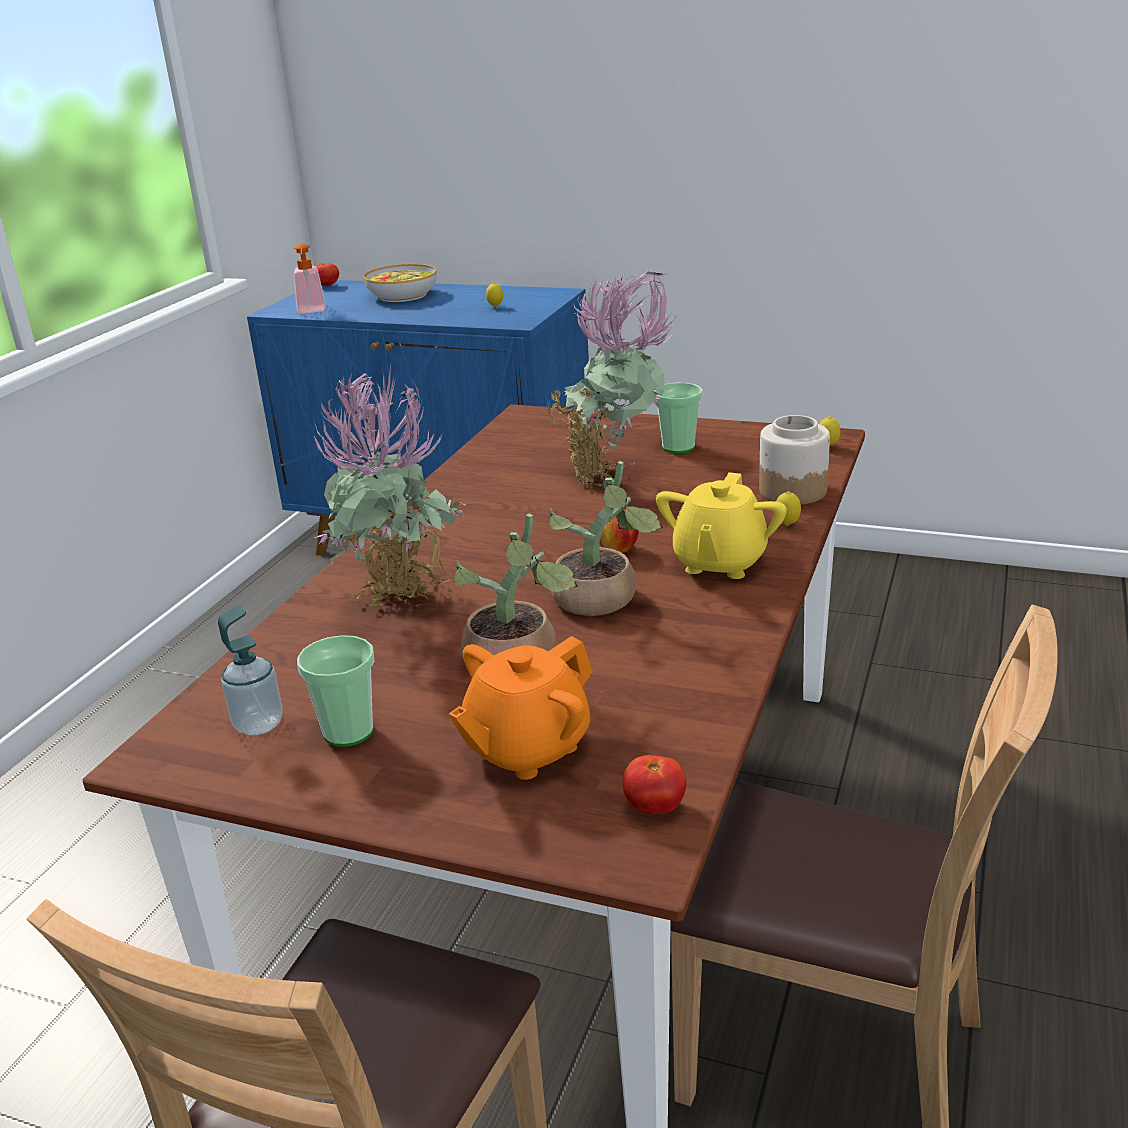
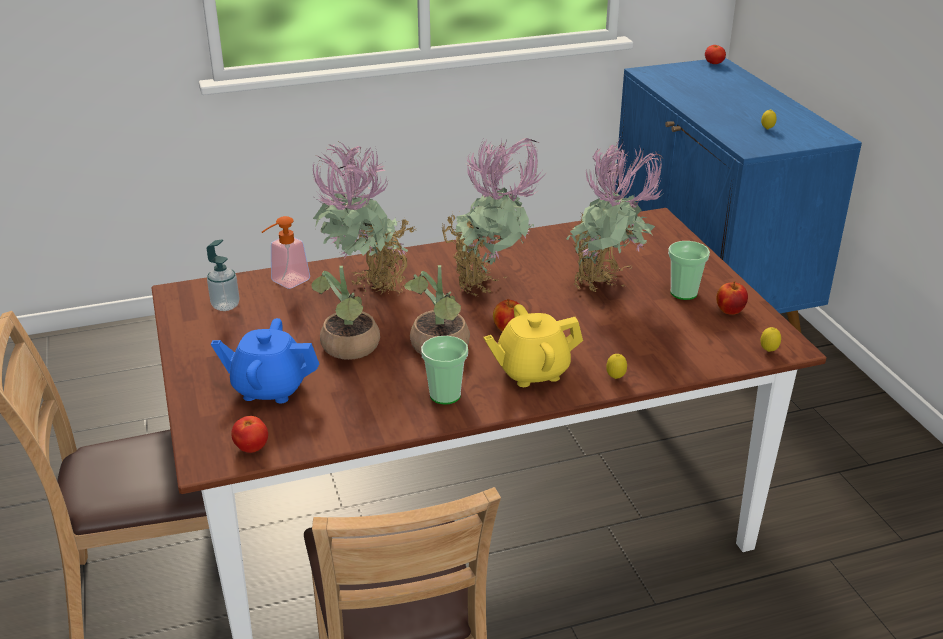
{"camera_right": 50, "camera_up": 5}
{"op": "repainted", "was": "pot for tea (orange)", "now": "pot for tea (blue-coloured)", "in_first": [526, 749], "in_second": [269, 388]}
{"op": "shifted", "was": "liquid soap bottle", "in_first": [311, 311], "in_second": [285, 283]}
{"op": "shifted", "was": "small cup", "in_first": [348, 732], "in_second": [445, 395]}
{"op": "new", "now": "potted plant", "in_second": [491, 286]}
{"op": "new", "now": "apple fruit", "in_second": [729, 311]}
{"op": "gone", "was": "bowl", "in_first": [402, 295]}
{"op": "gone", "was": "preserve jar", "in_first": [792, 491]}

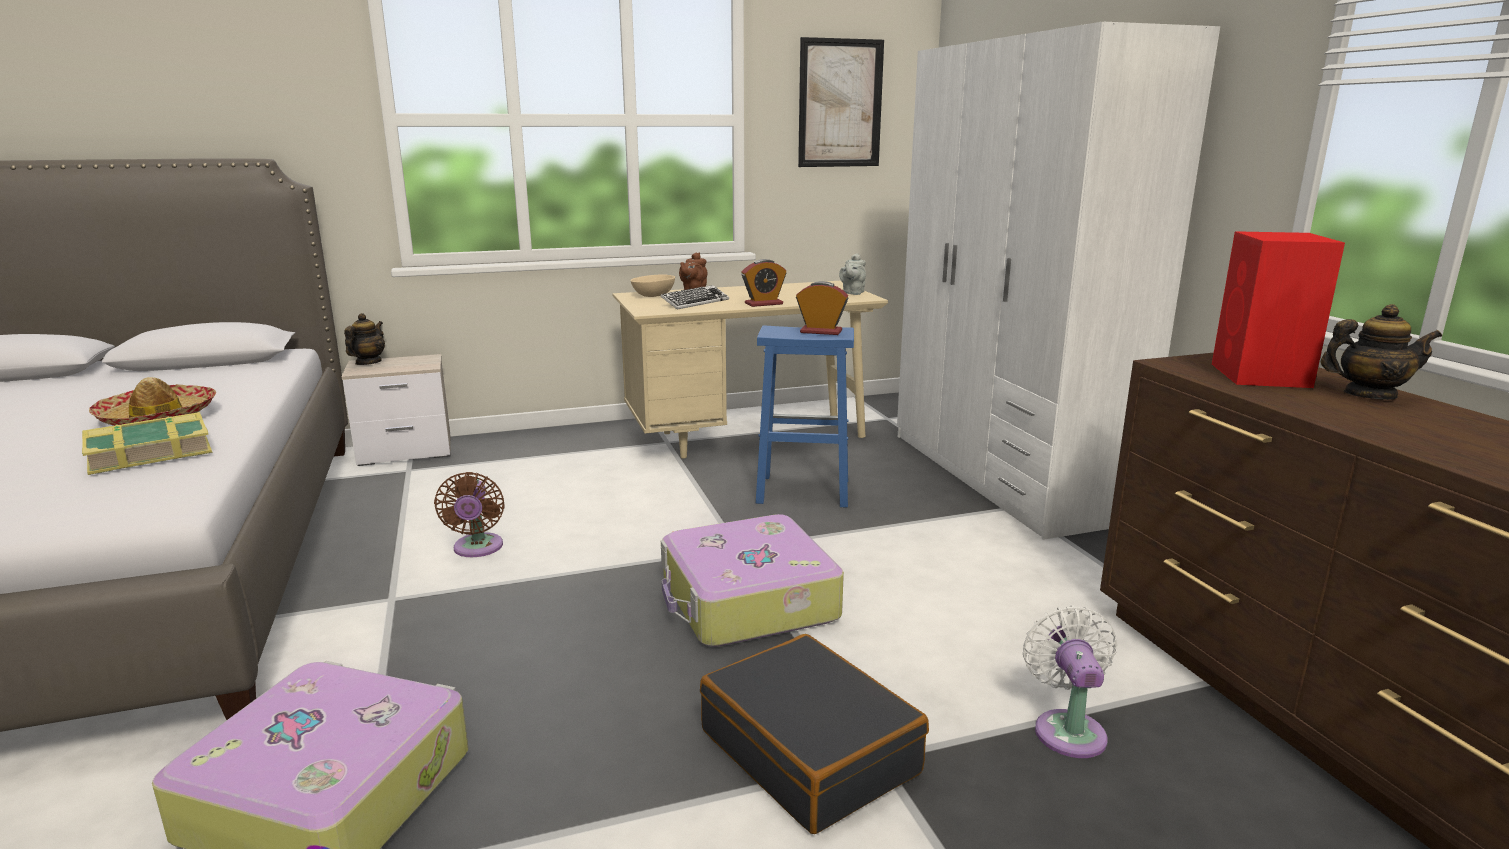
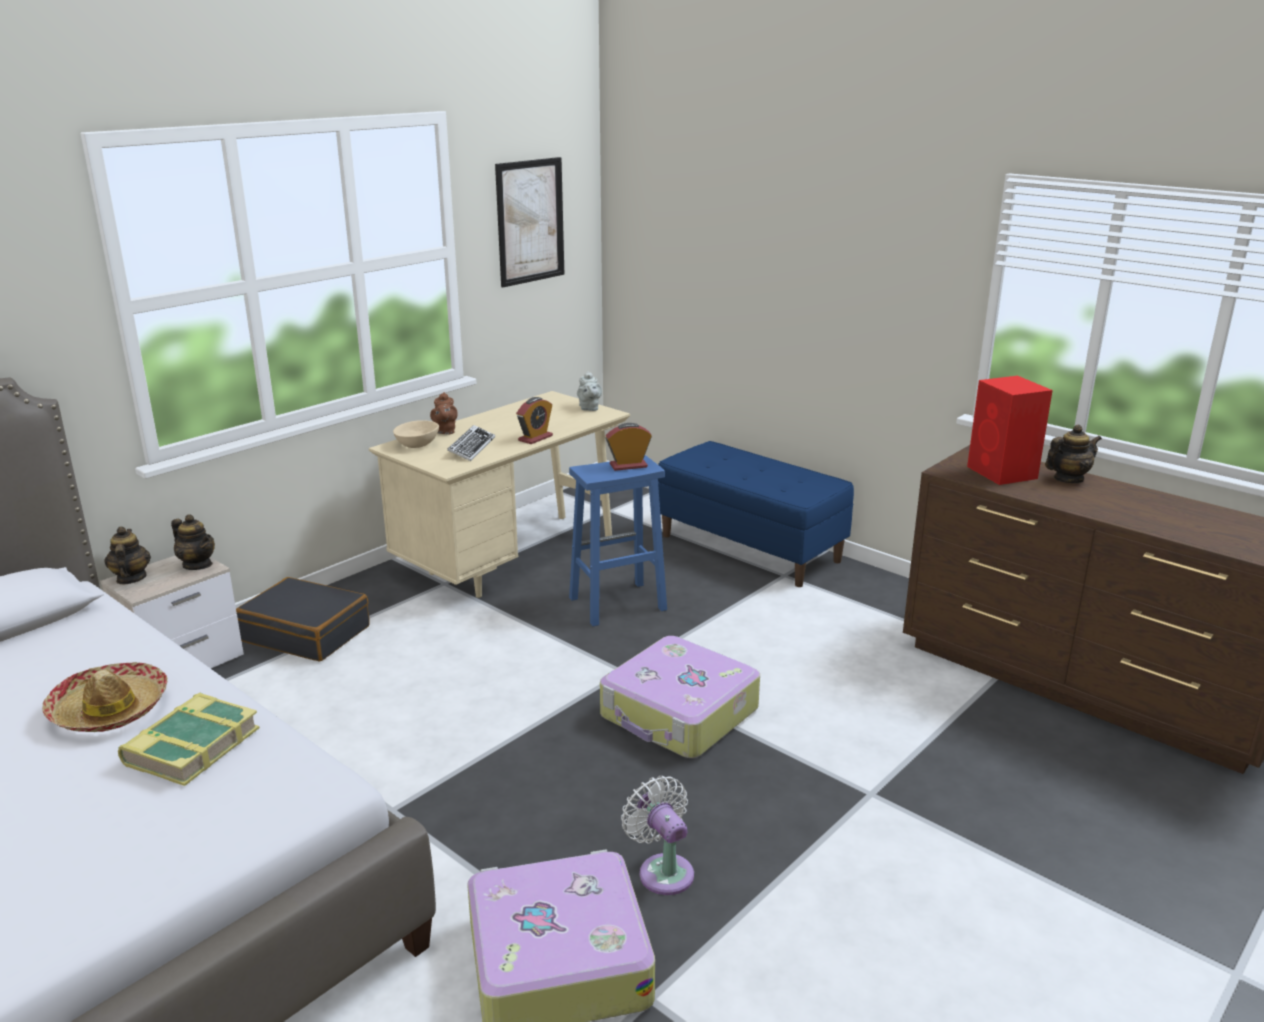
{"camera_right": -30, "camera_up": 5}
{"op": "new", "now": "pot for tea", "in_second": [197, 565]}
{"op": "shifted", "was": "piece of luggage (black)", "in_first": [810, 751], "in_second": [306, 633]}
{"op": "shifted", "was": "fan (white)", "in_first": [1067, 729], "in_second": [663, 870]}
{"op": "swapped", "was": "clothes cupboard (white)", "now": "indoor bench (blue-coloured)", "in_first": [1004, 475], "in_second": [750, 548]}
{"op": "gone", "was": "fan (brownish)", "in_first": [477, 549]}

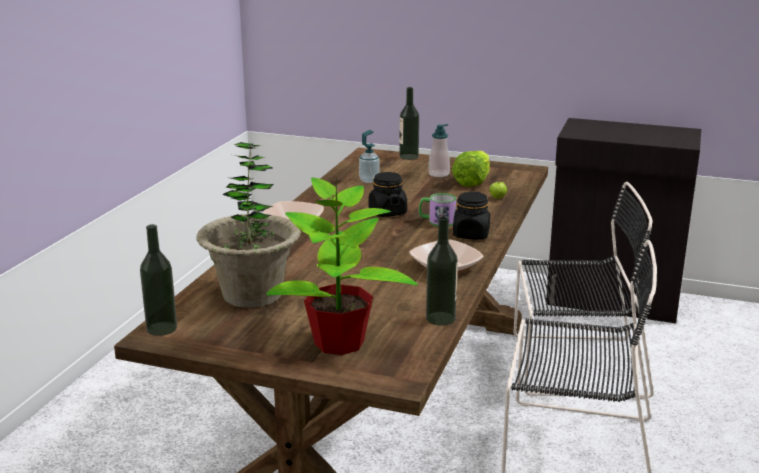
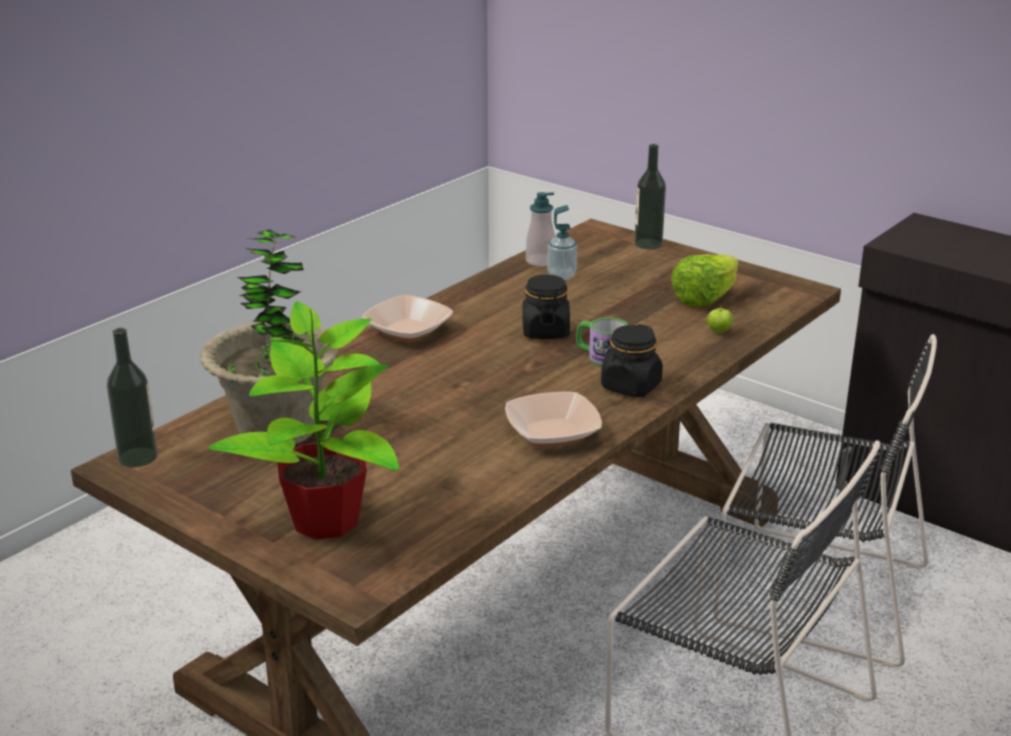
{"camera_right": 20, "camera_up": 5}
{"op": "shifted", "was": "liquid soap bottle", "in_first": [439, 174], "in_second": [540, 261]}
{"op": "gone", "was": "beverage bottle", "in_first": [440, 318]}

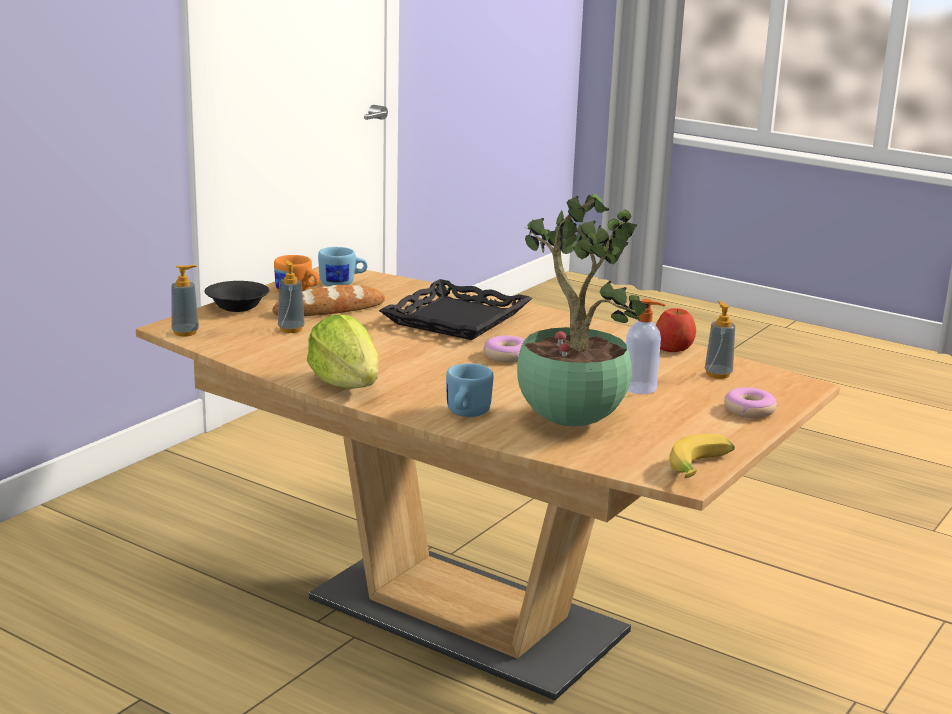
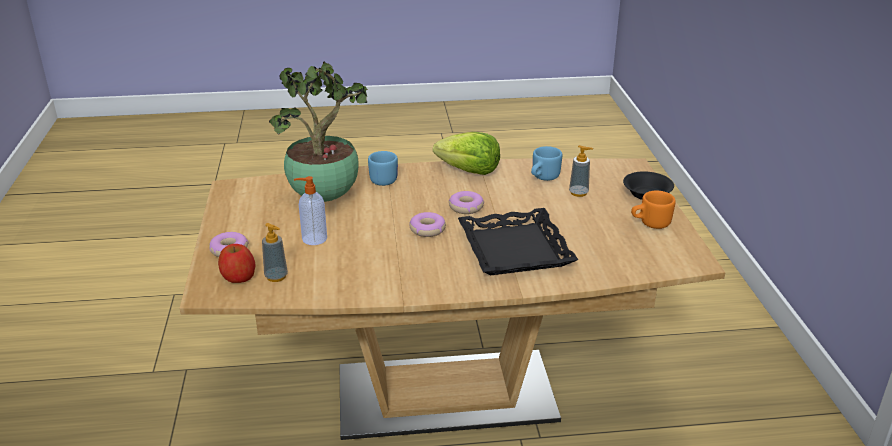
{"camera_right": 140, "camera_up": 10}
{"op": "shifted", "was": "apple fruit", "in_first": [673, 348], "in_second": [238, 276]}
{"op": "new", "now": "ring doughnut", "in_second": [466, 207]}
{"op": "shifted", "was": "coffee mug (blue-coloured)", "in_first": [342, 284], "in_second": [542, 178]}
{"op": "gone", "was": "liquid soap bottle", "in_first": [185, 332]}
{"op": "gone", "was": "bread", "in_first": [329, 309]}
{"op": "gone", "was": "banana fruit", "in_first": [702, 469]}

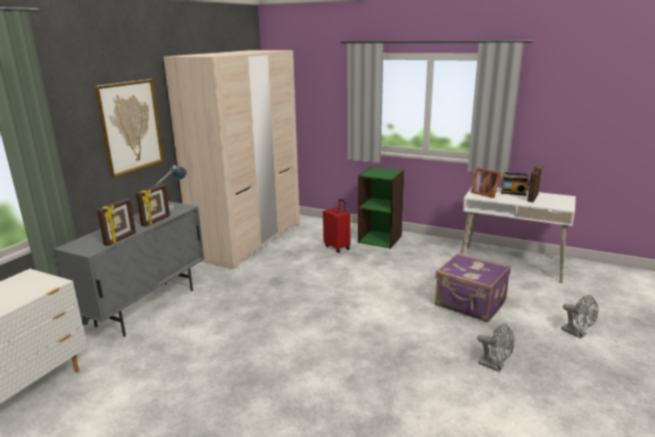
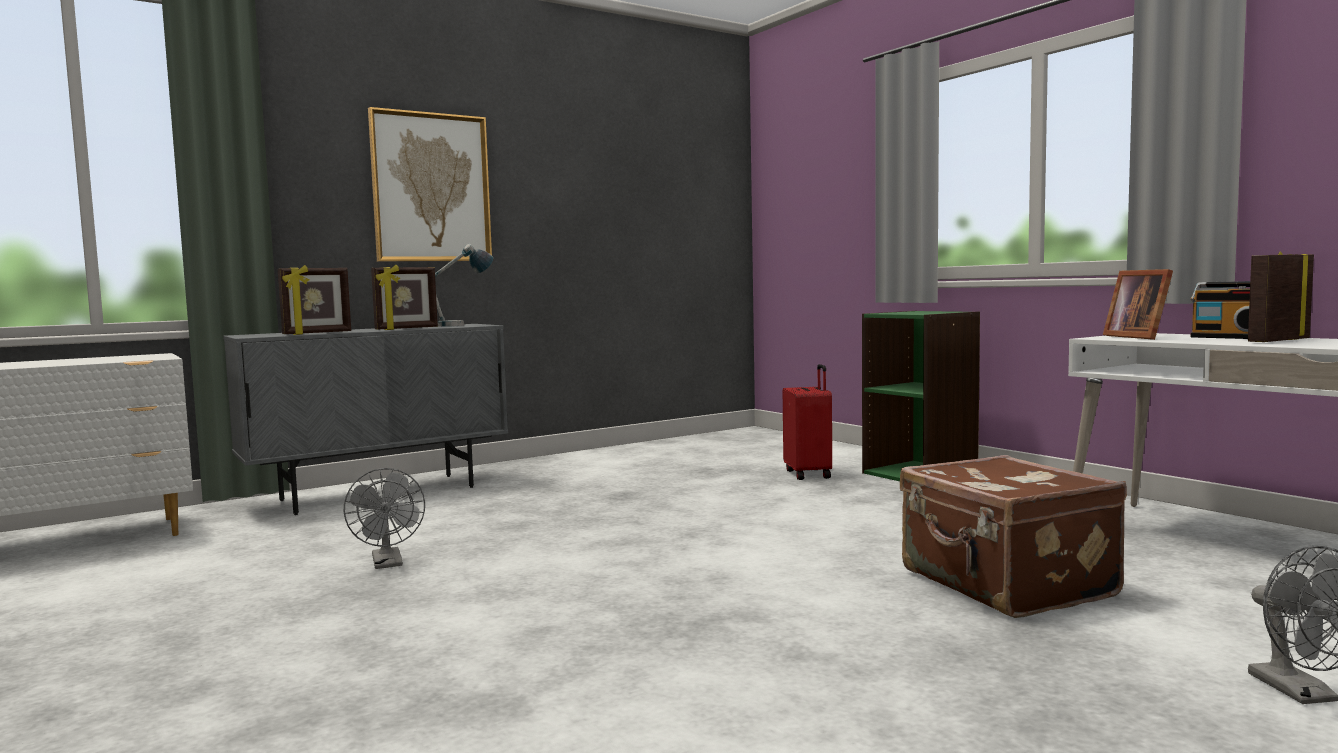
{"camera_right": 30, "camera_up": -15}
{"op": "shifted", "was": "fan (grey)", "in_first": [494, 366], "in_second": [388, 564]}
{"op": "repainted", "was": "piece of luggage (purple)", "now": "piece of luggage (brownish)", "in_first": [470, 304], "in_second": [1005, 584]}
{"op": "gone", "was": "clothes cupboard (sand-coloured)", "in_first": [249, 240]}

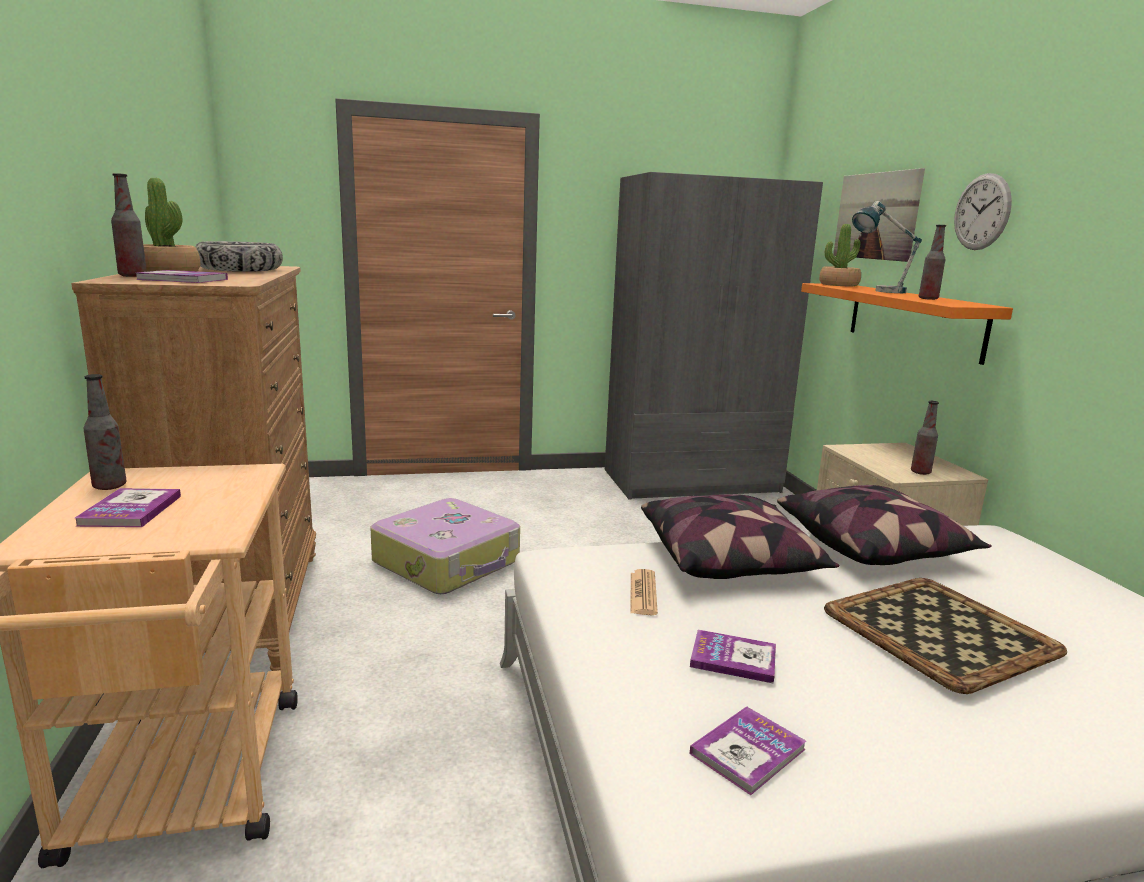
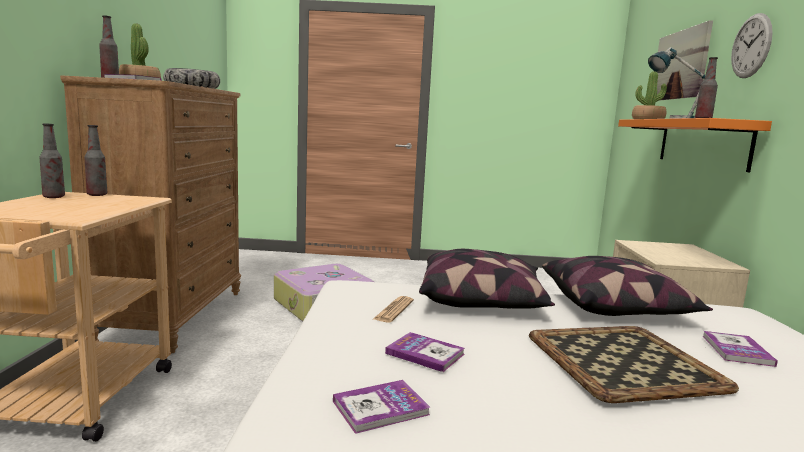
{"camera_right": 15, "camera_up": -5}
{"op": "shifted", "was": "beverage bottle", "in_first": [920, 472], "in_second": [97, 195]}
{"op": "shifted", "was": "book", "in_first": [130, 510], "in_second": [737, 350]}
{"op": "gone", "was": "clothes cupboard (grey)", "in_first": [692, 481]}

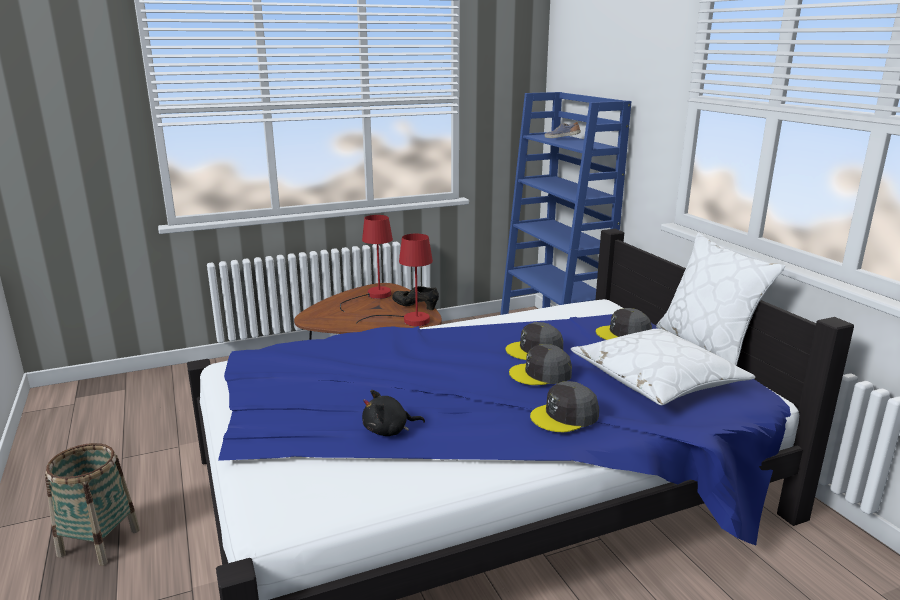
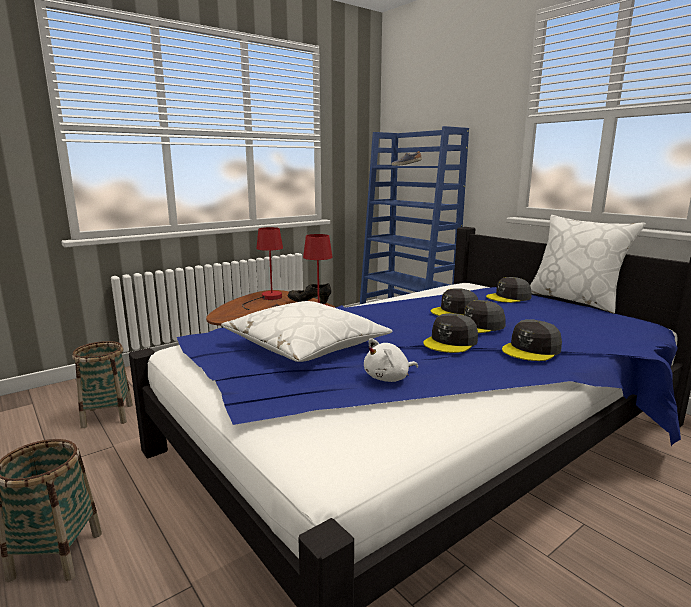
{"camera_right": -15, "camera_up": -5}
{"op": "new", "now": "storage basket", "in_second": [107, 415]}
{"op": "shifted", "was": "pillow (white)", "in_first": [657, 380], "in_second": [306, 345]}
{"op": "repainted", "was": "cuddly toy (black)", "now": "cuddly toy (white)", "in_first": [389, 430], "in_second": [389, 378]}
{"op": "new", "now": "peaked cap (grey)", "in_second": [451, 342]}

